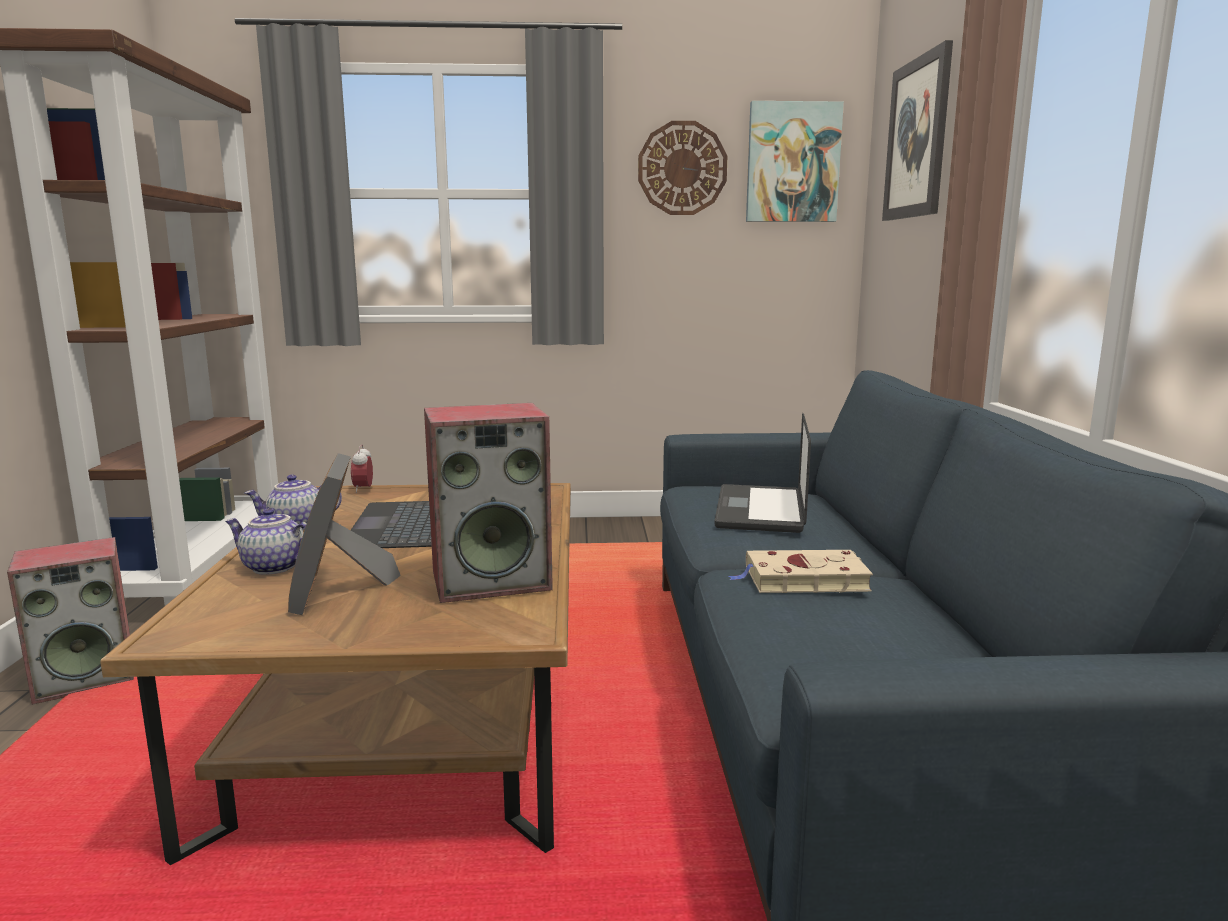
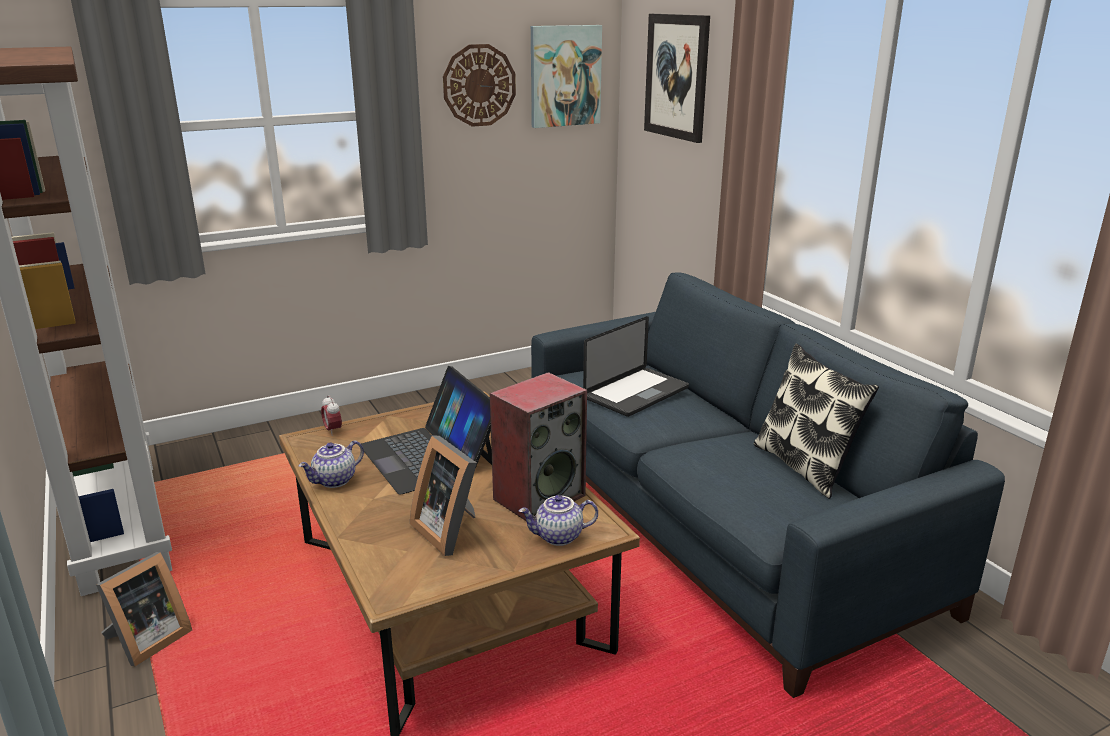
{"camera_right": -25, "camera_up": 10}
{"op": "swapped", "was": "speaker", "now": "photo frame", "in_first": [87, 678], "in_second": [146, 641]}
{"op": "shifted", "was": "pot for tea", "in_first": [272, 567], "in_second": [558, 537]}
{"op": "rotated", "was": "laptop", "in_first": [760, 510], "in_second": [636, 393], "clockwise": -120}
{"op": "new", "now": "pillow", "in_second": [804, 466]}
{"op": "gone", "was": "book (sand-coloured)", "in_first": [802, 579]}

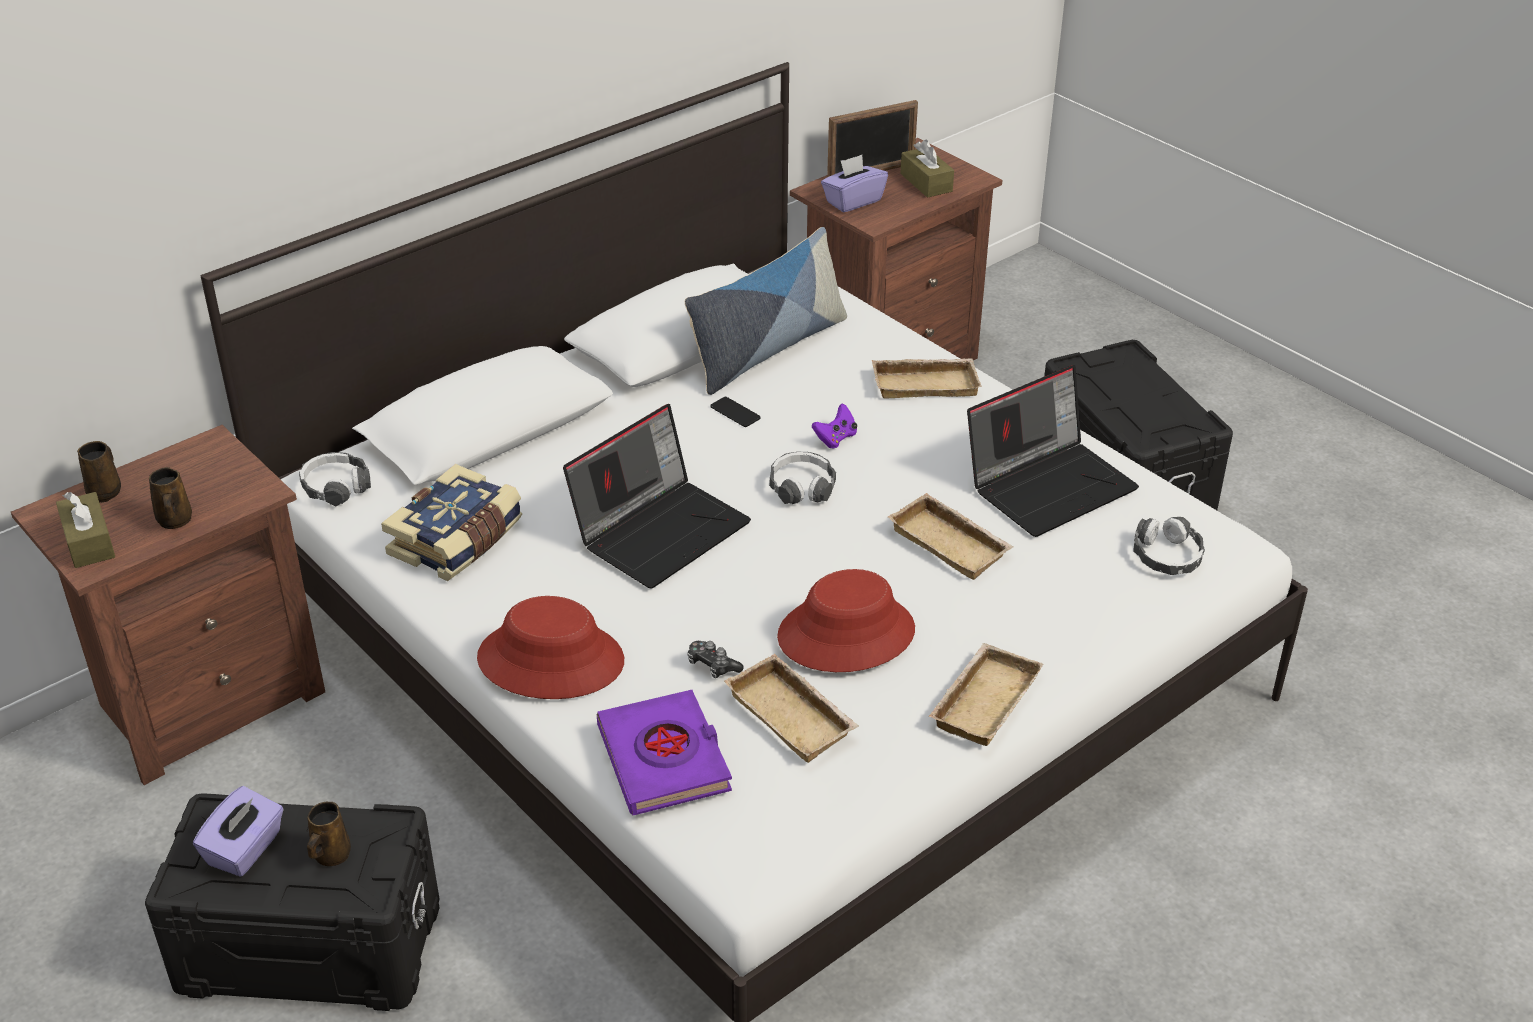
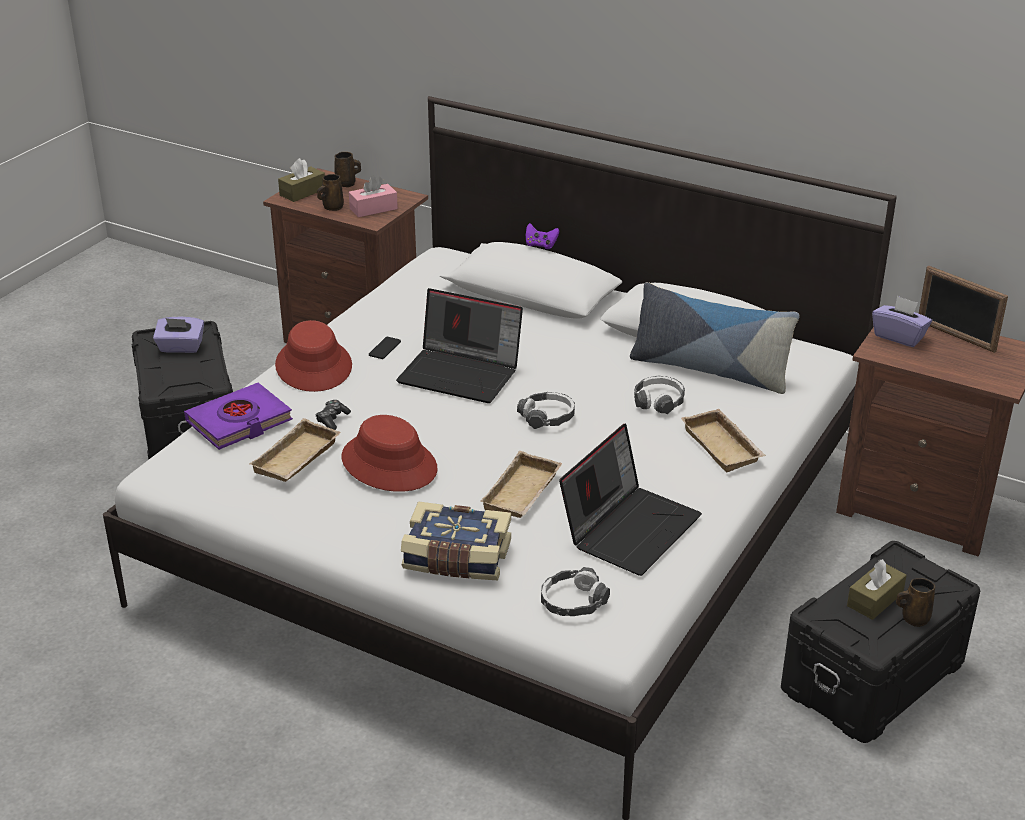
{"camera_right": 70, "camera_up": -5}
{"op": "new", "now": "box of tissues (pink)", "in_second": [373, 209]}
{"op": "shifted", "was": "phone", "in_first": [735, 412], "in_second": [384, 348]}
{"op": "shifted", "was": "book", "in_first": [458, 541], "in_second": [456, 558]}
{"op": "shifted", "was": "game controller (purple)", "in_first": [835, 438], "in_second": [541, 245]}
{"op": "rotated", "was": "laptop", "in_first": [1050, 484], "in_second": [630, 528], "clockwise": -90}
{"op": "shifted", "was": "headset", "in_first": [336, 486], "in_second": [659, 401]}
{"op": "shifted", "was": "box of tissues (brownish)", "in_first": [926, 182], "in_second": [875, 599]}
{"op": "shifted", "was": "coffee mug (brownish)", "in_first": [330, 855], "in_second": [913, 618]}
{"op": "gone", "was": "carrying tray (sand-coloured)", "in_first": [983, 699]}

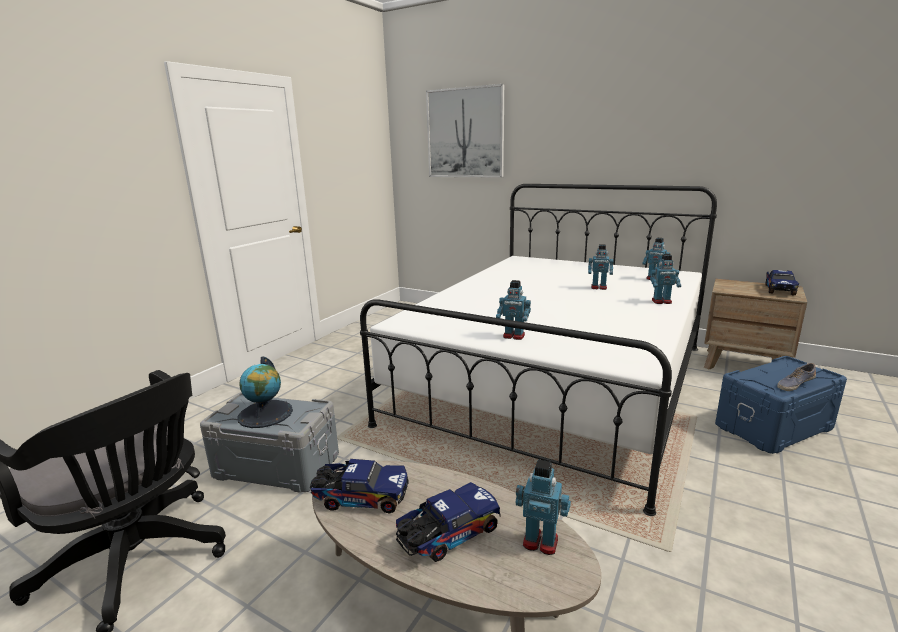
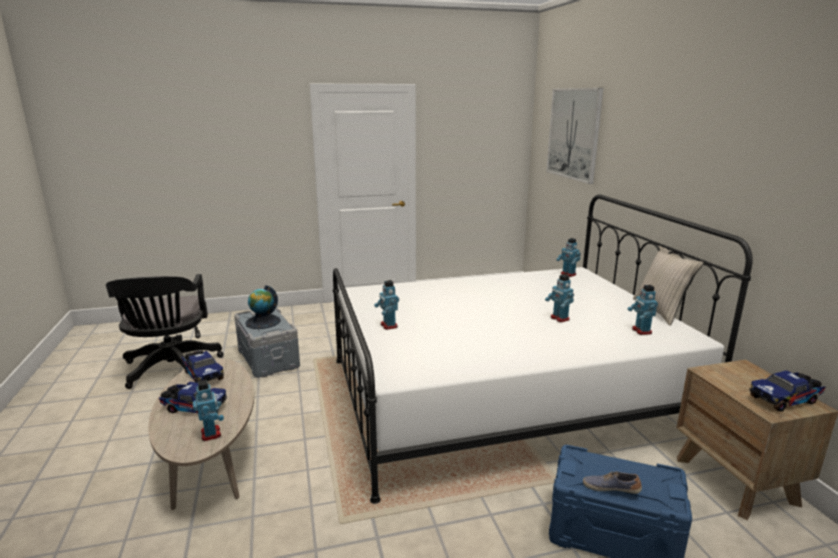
{"camera_right": 45, "camera_up": 0}
{"op": "shifted", "was": "toy robot", "in_first": [661, 302], "in_second": [568, 274]}
{"op": "new", "now": "pillow (sand-coloured)", "in_second": [660, 311]}

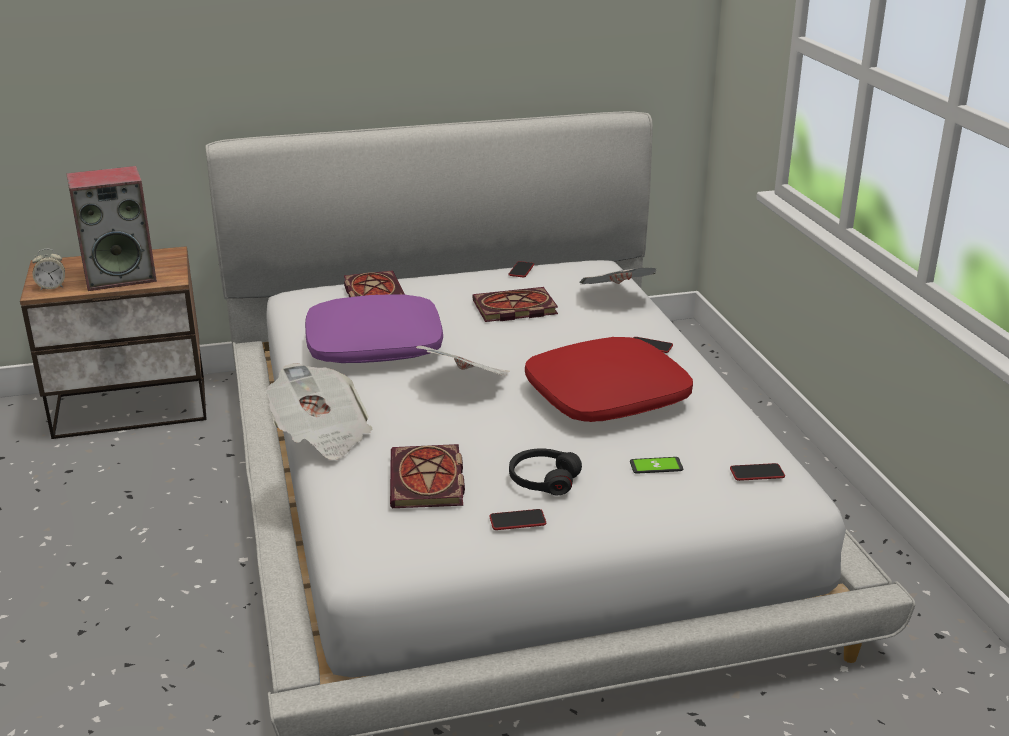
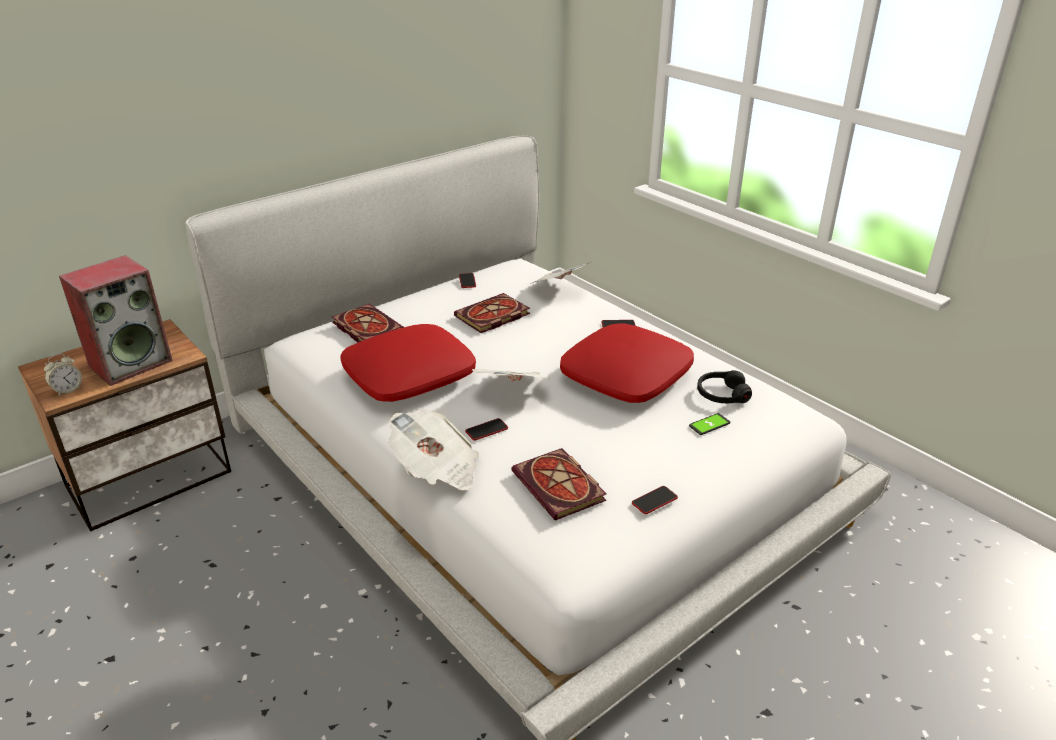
{"camera_right": -25, "camera_up": 5}
{"op": "repainted", "was": "pillow (purple)", "now": "pillow (red)", "in_first": [375, 345], "in_second": [409, 375]}
{"op": "shifted", "was": "phone", "in_first": [757, 473], "in_second": [486, 430]}
{"op": "shifted", "was": "headset (black)", "in_first": [543, 480], "in_second": [722, 394]}

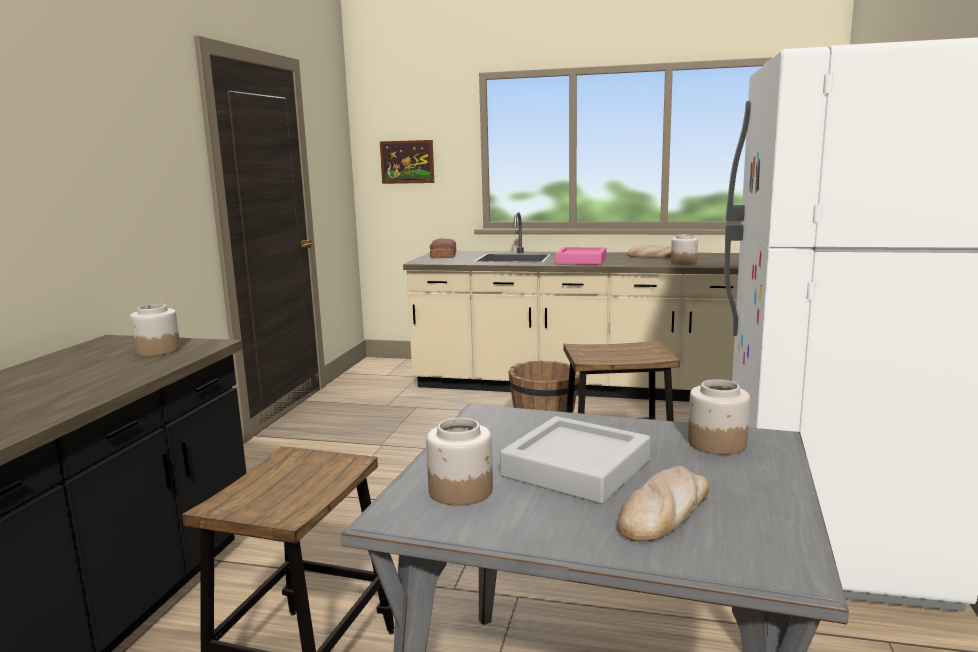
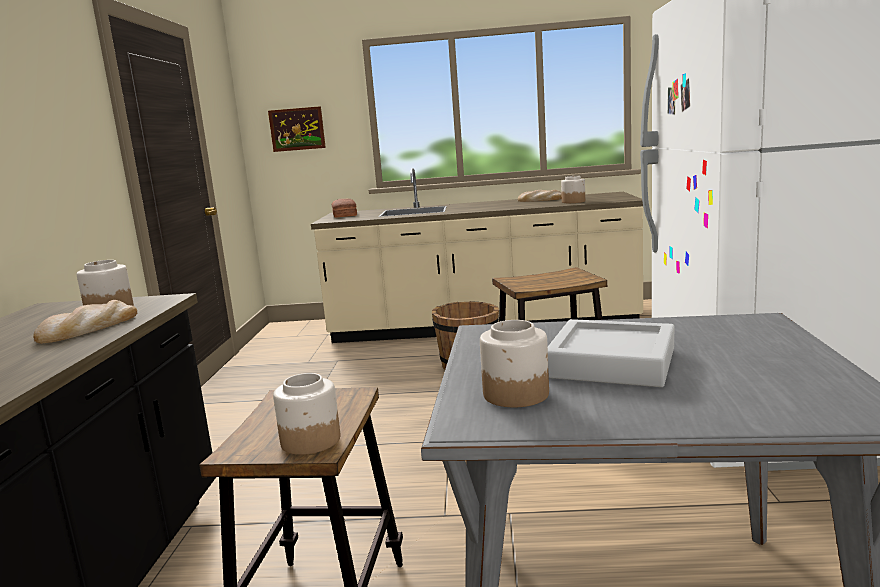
{"camera_right": -10, "camera_up": 0}
{"op": "shifted", "was": "bread", "in_first": [664, 511], "in_second": [89, 328]}
{"op": "shifted", "was": "preserve jar", "in_first": [716, 443], "in_second": [310, 440]}
{"op": "gone", "was": "carrying tray (pink)", "in_first": [581, 261]}

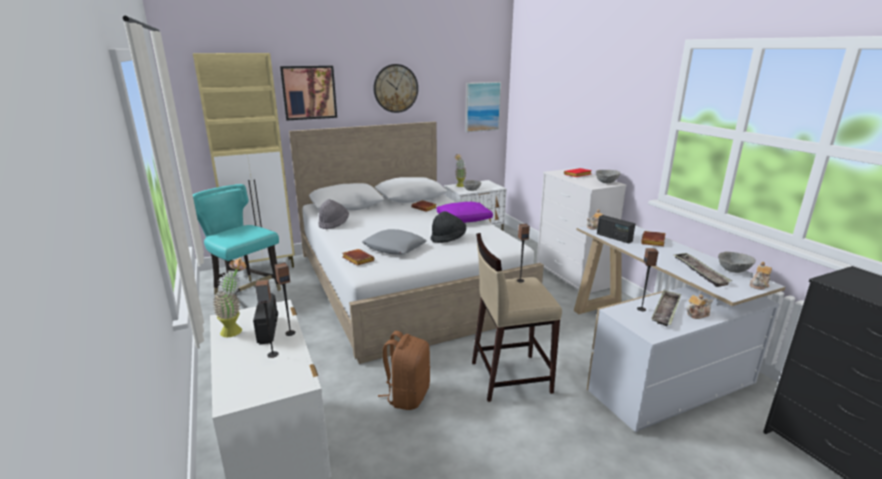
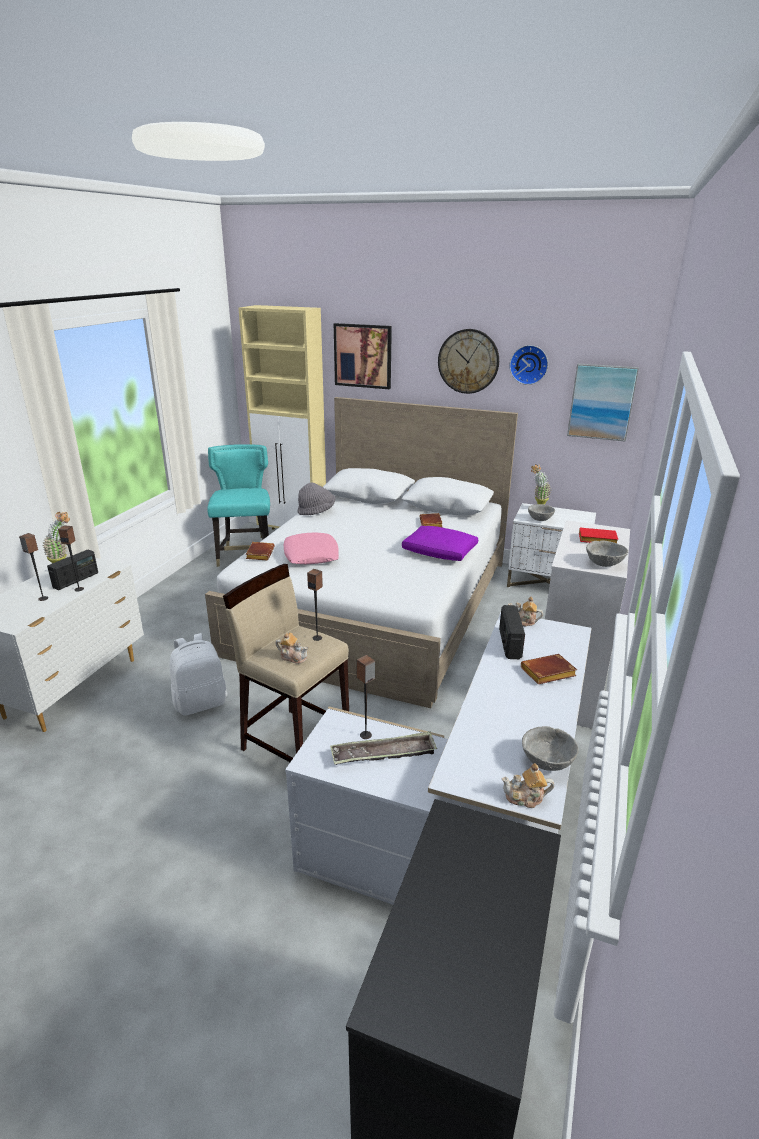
{"camera_right": 45, "camera_up": 5}
{"op": "repainted", "was": "backpack (brownish)", "now": "backpack (white)", "in_first": [407, 395], "in_second": [201, 703]}
{"op": "shifted", "was": "pot for tea", "in_first": [697, 314], "in_second": [293, 657]}
{"op": "repainted", "was": "pillow (grey)", "now": "pillow (pink)", "in_first": [394, 247], "in_second": [311, 555]}
{"op": "new", "now": "clock on the wall", "in_second": [529, 364]}
{"op": "gone", "was": "wearable hat (black)", "in_first": [448, 238]}
{"op": "gone", "was": "carrying tray", "in_first": [699, 272]}

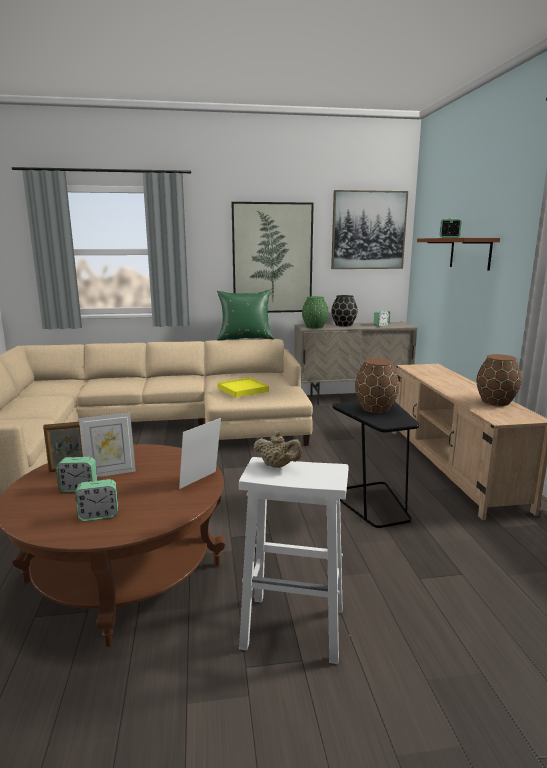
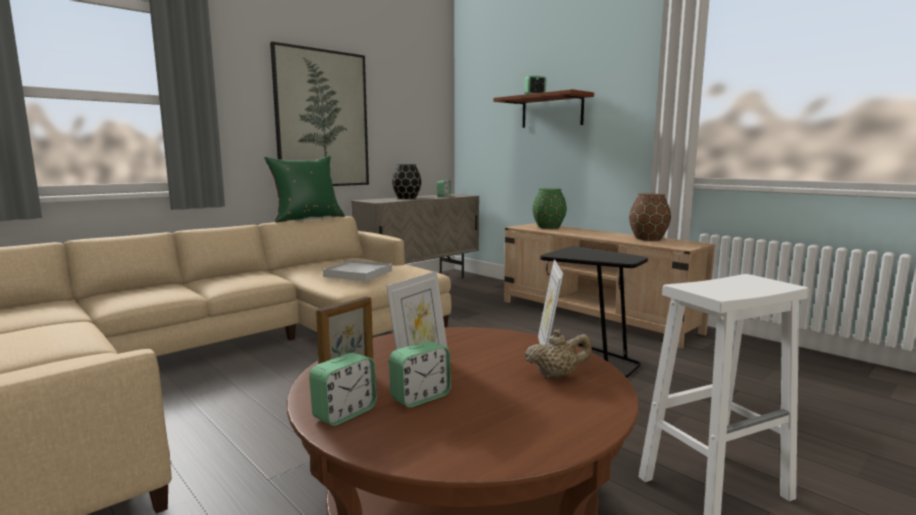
{"camera_right": -35, "camera_up": -5}
{"op": "shifted", "was": "alarm clock", "in_first": [98, 515], "in_second": [344, 413]}
{"op": "repainted", "was": "carrying tray (yellow-coloured)", "now": "carrying tray (white)", "in_first": [243, 389], "in_second": [358, 273]}
{"op": "shifted", "was": "pot for tea (sand-coloured)", "in_first": [277, 466], "in_second": [557, 375]}
{"op": "shifted", "was": "vase (green)", "in_first": [315, 327], "in_second": [549, 227]}
{"op": "gone", "was": "wall art", "in_first": [368, 230]}
{"op": "gone", "was": "vase (brownish)", "in_first": [375, 409]}

